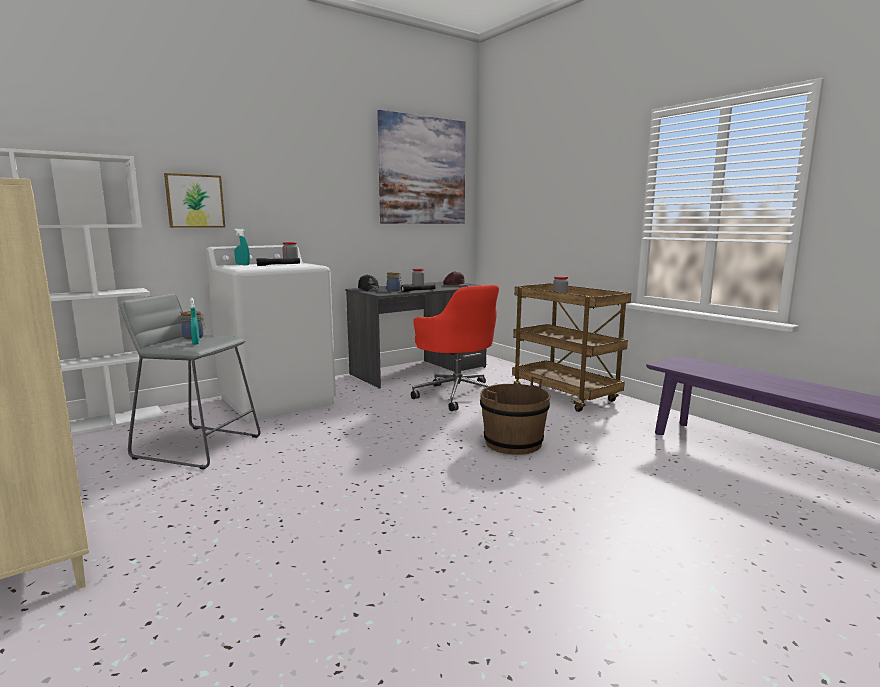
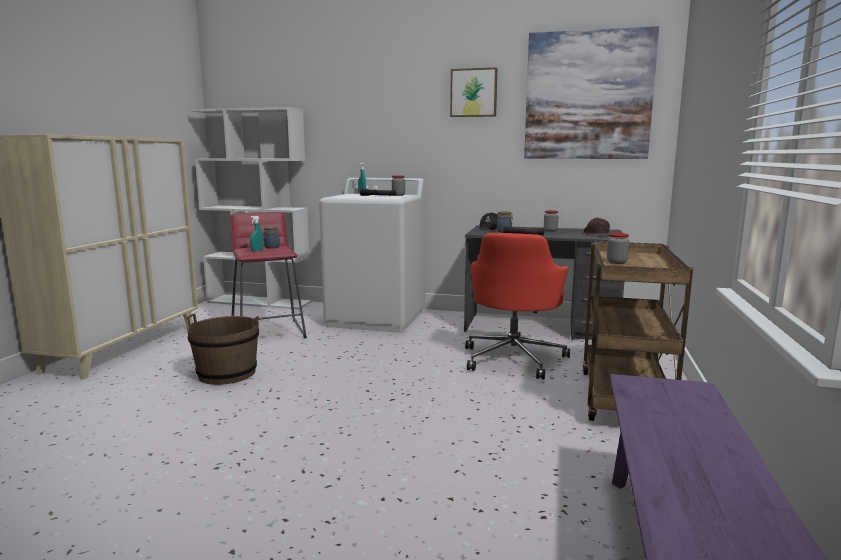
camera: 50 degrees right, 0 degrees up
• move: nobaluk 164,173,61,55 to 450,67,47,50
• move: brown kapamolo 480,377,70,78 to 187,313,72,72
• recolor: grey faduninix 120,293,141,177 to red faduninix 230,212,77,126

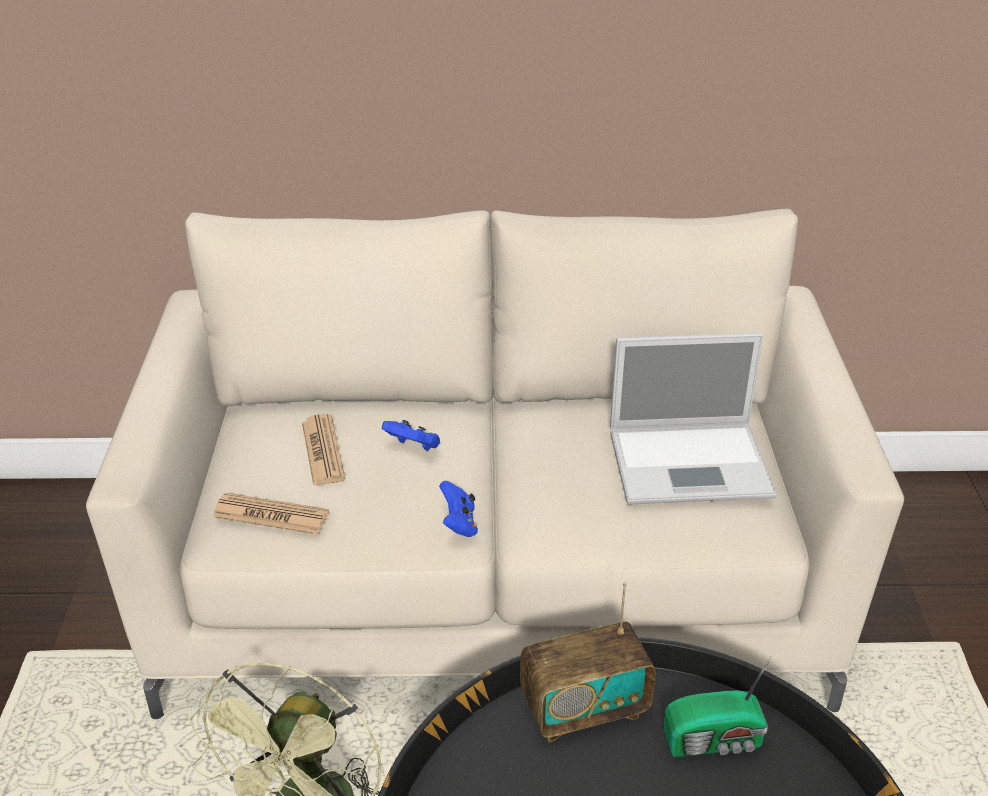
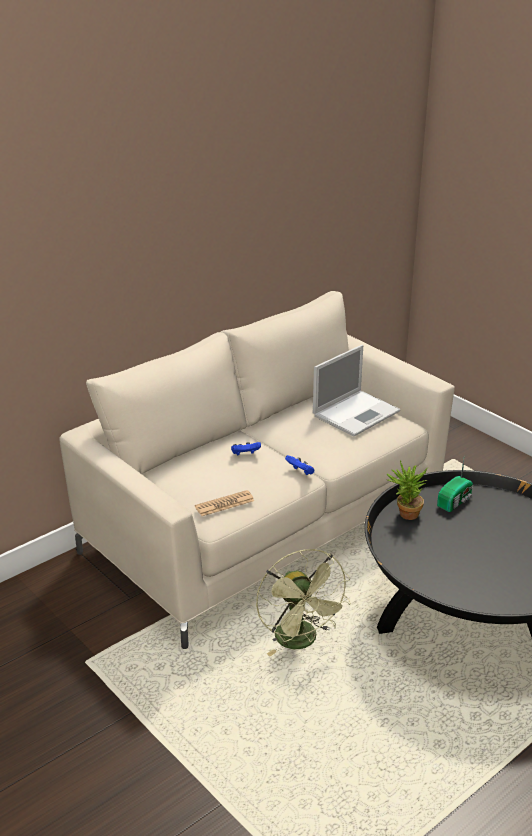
camera: 40 degrees left, 5 degrees down
• delete: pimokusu 302,414,43,72
• replace: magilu 520,582,135,160 to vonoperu 387,460,41,60

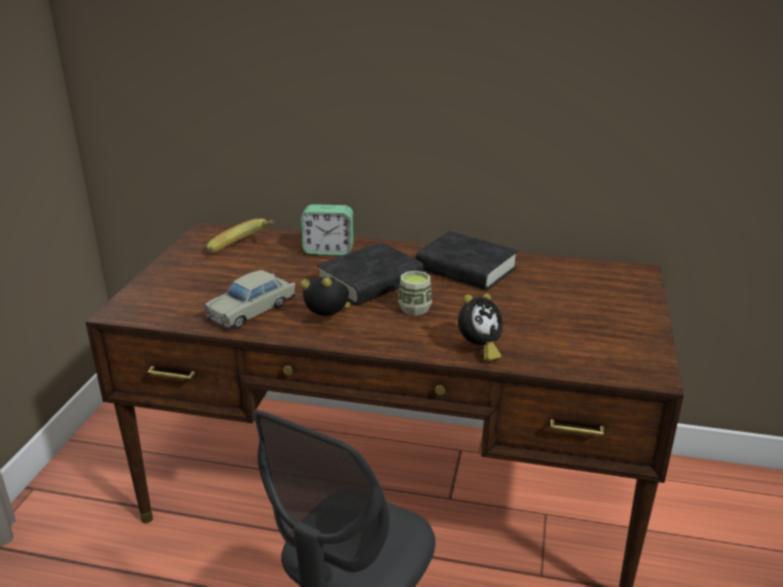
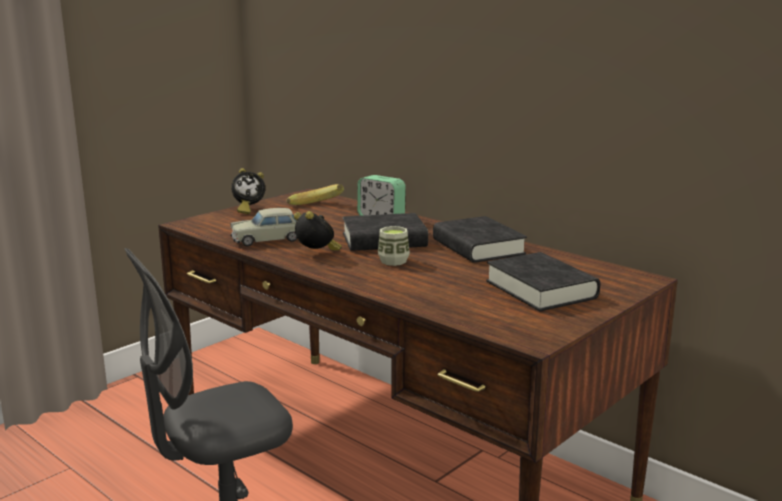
camera: 30 degrees right, 10 degrees down
• insert: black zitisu 486,252,114,59
• move: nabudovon 458,293,45,68 to 231,168,34,46

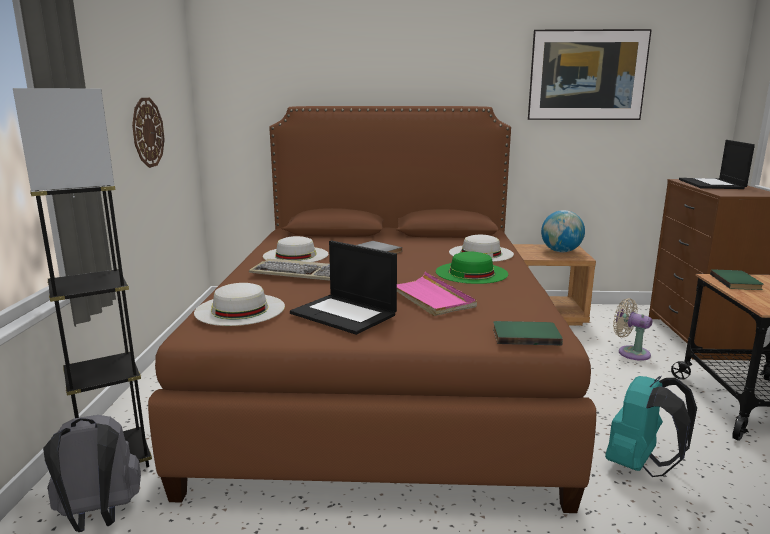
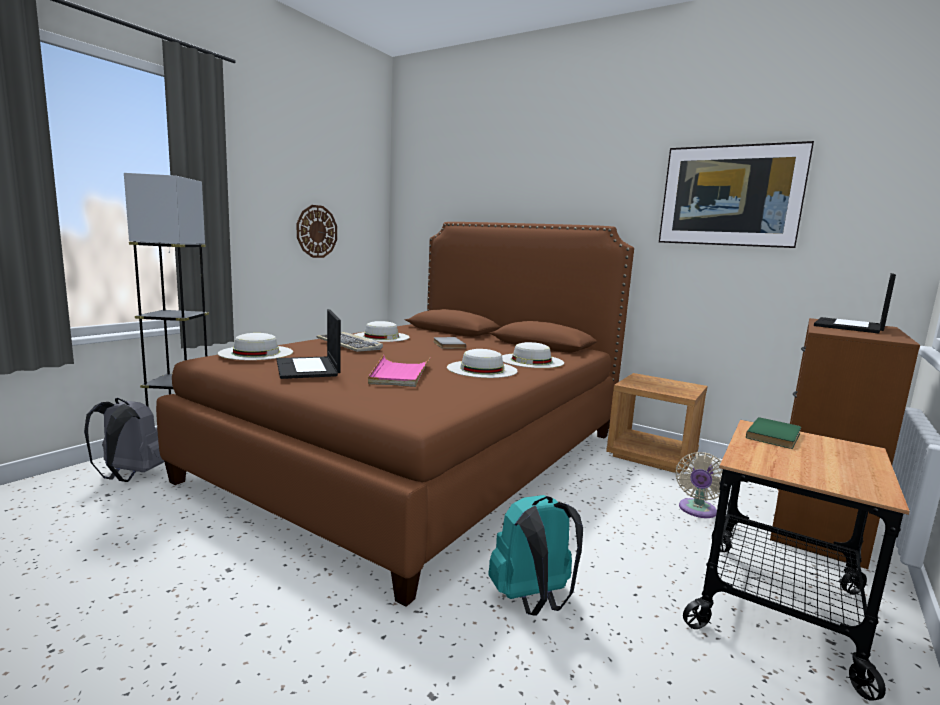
camera: 30 degrees right, 5 degrees down
• delete: green zitisu 493,321,70,25
• delete: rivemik 541,210,44,42
• recolor: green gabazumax 436,252,72,32 to white gabazumax 447,349,71,29
• rotate: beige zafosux 613,298,39,63 = 676,452,47,66 135 degrees counterclockwise

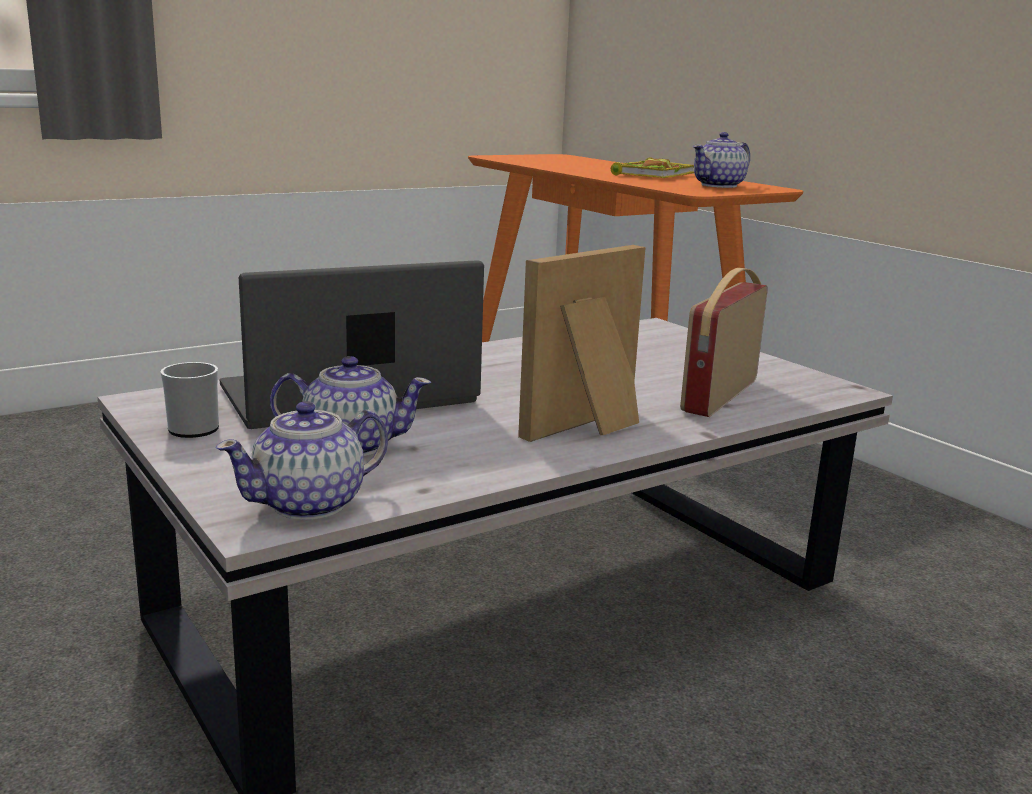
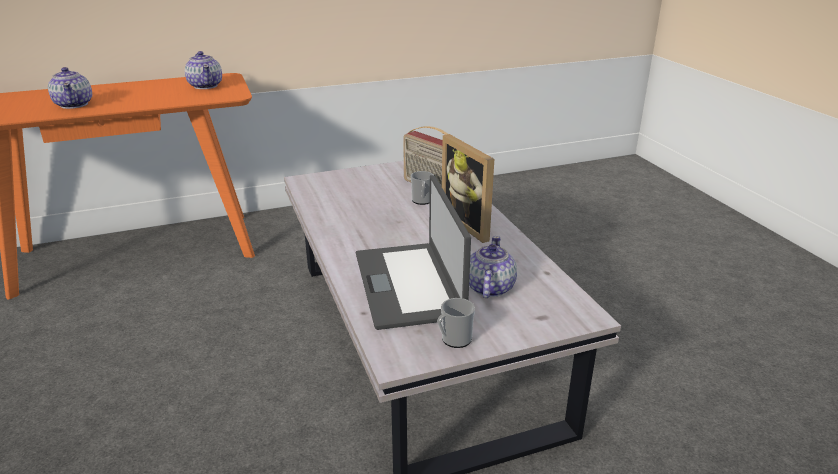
camera: 75 degrees left, 10 degrees up
• delete: zitisu 611,157,83,21
• insert: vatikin 411,171,23,34
• move: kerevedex 216,401,172,119 to 48,67,44,42

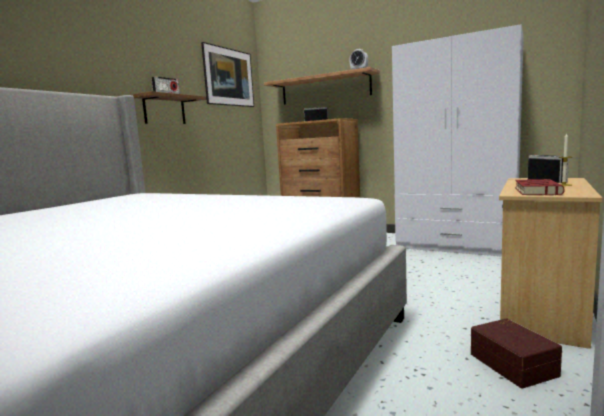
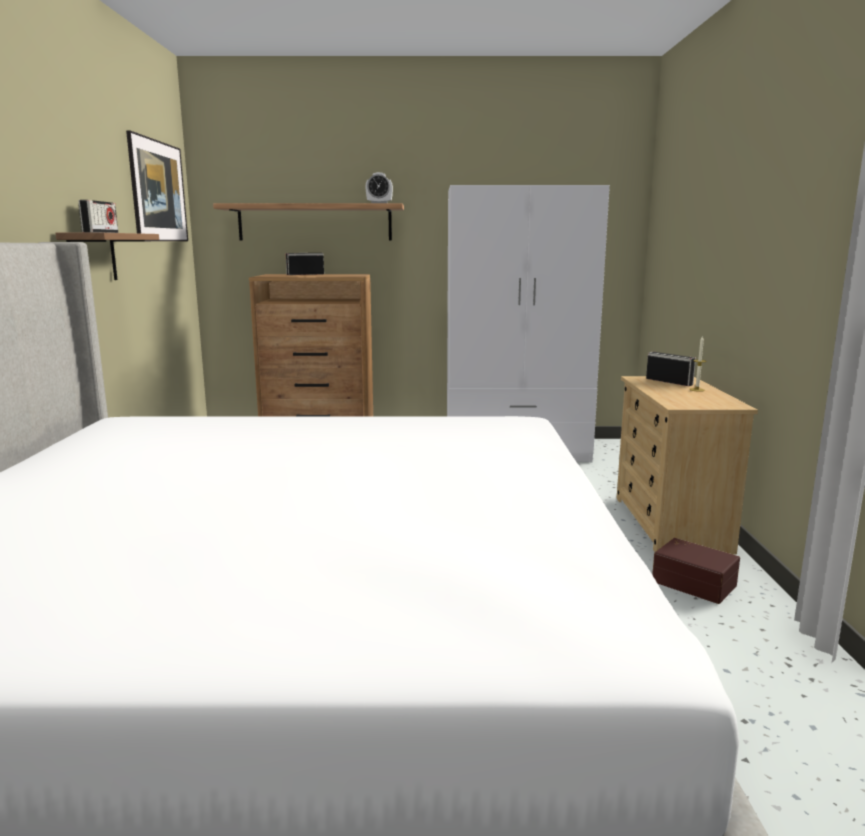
camera: 30 degrees left, 5 degrees up
• delete: red zitisu 515,179,50,16

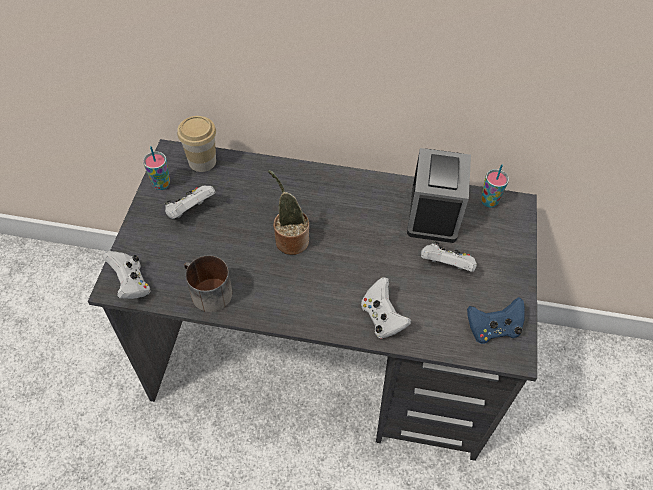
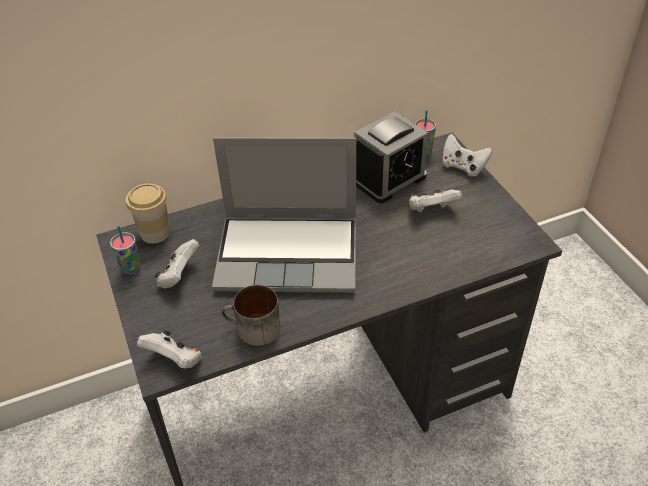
camera: 30 degrees left, 10 degrees down
• delete: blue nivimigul 467,297,58,47
• move: white nivimigul 361,277,50,62 to 442,134,51,43
• replace: vonoperu 268,170,41,85 to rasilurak 212,137,144,156
• rotate: nabudovon 407,148,64,95 = 354,111,74,93 75 degrees clockwise

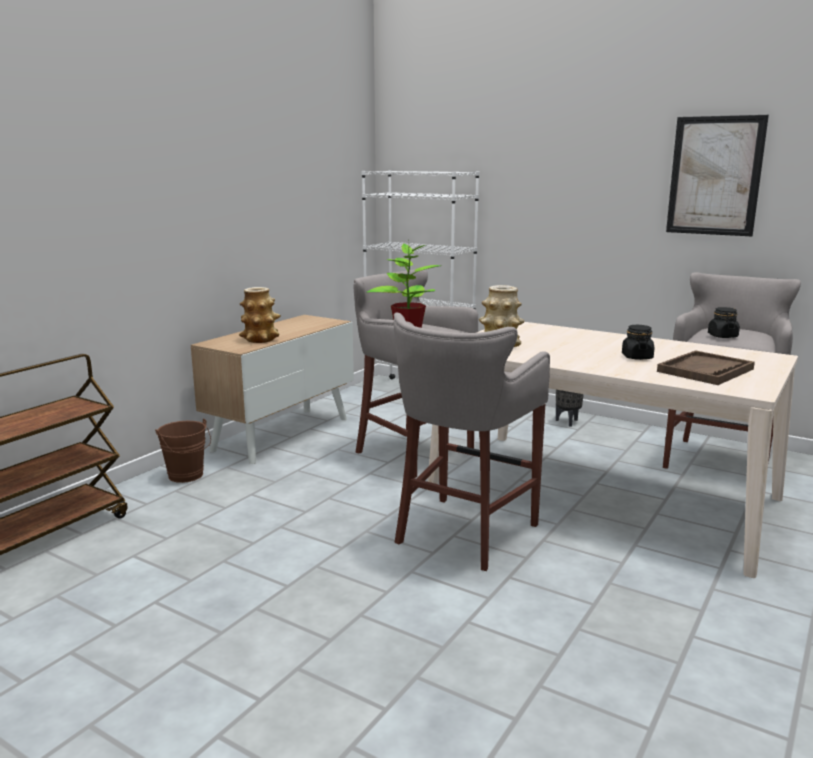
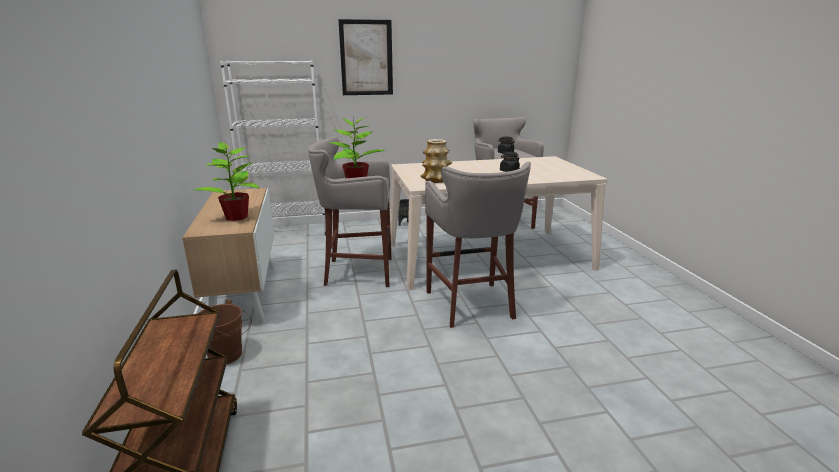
camera: 45 degrees left, 5 degrees up
• delete: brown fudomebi 657,350,98,35
• move: nobaluk 666,115,103,121 to 338,19,55,76
• replace: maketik 239,287,42,56 to vonoperu 194,142,65,79

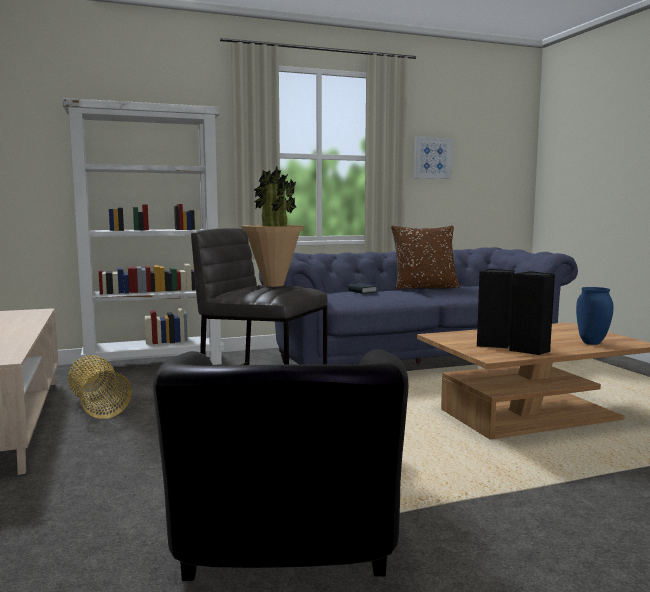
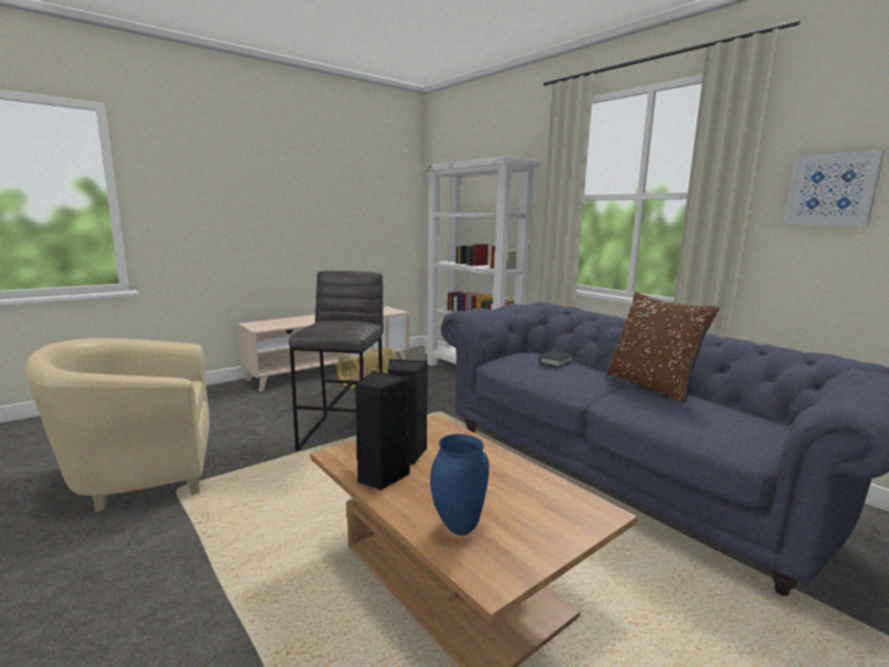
camera: 70 degrees right, 5 degrees up
• delete: vonoperu 241,166,64,121
• recolor: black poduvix 153,350,255,231 to beige poduvix 25,338,185,174

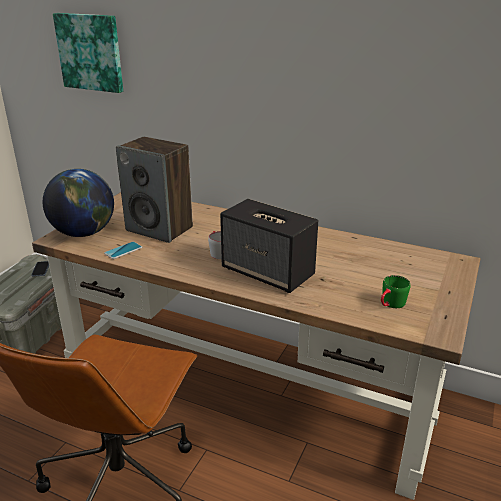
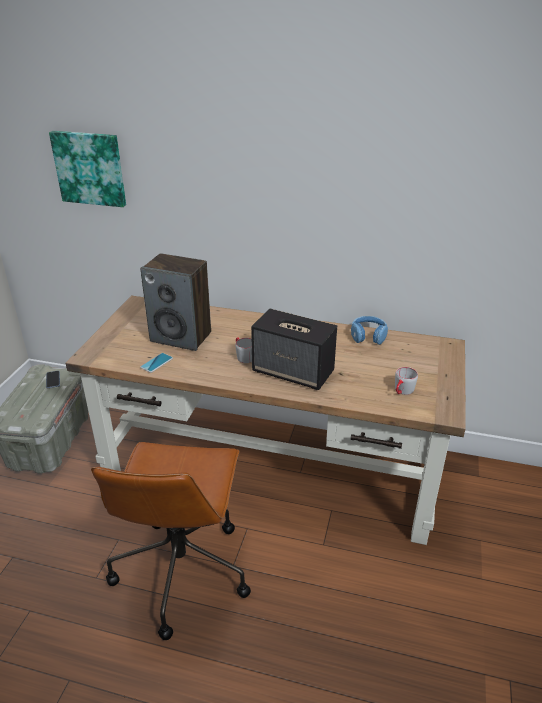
camera: 10 degrees left, 5 degrees up
• delete: rivemik 43,169,71,68
• insert: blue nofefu 351,316,37,29
• recolor: green vatikin 381,275,29,33 to grey vatikin 395,367,23,28

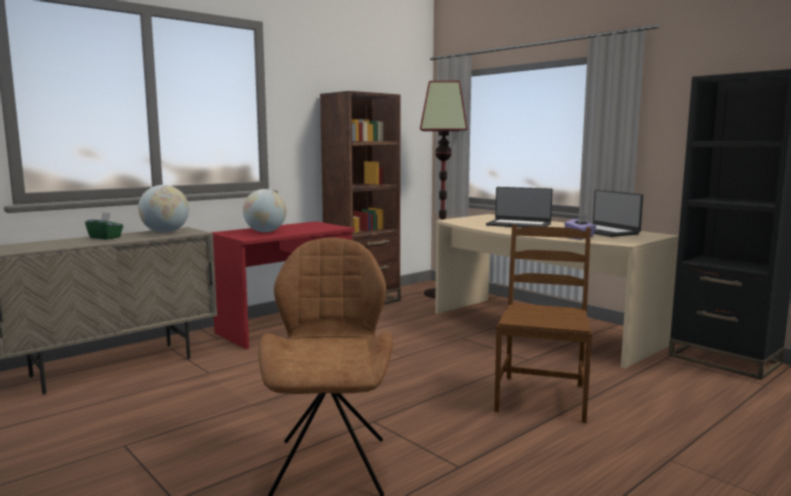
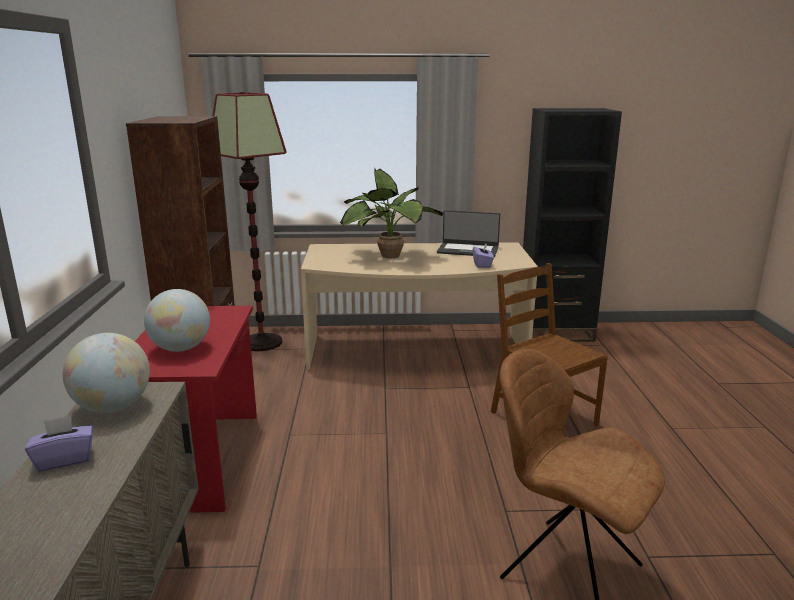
camera: 50 degrees left, 10 degrees up
• replace: rasilurak 486,187,67,41 to vonoperu 340,169,104,89
• recolor: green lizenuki 85,212,38,27 to purple lizenuki 25,416,68,56

